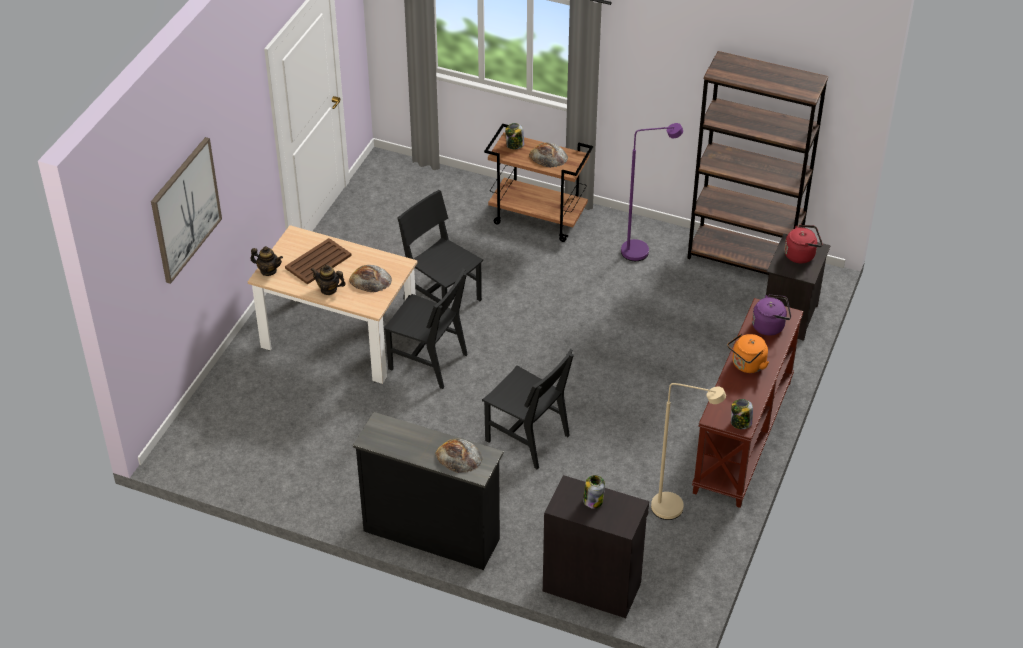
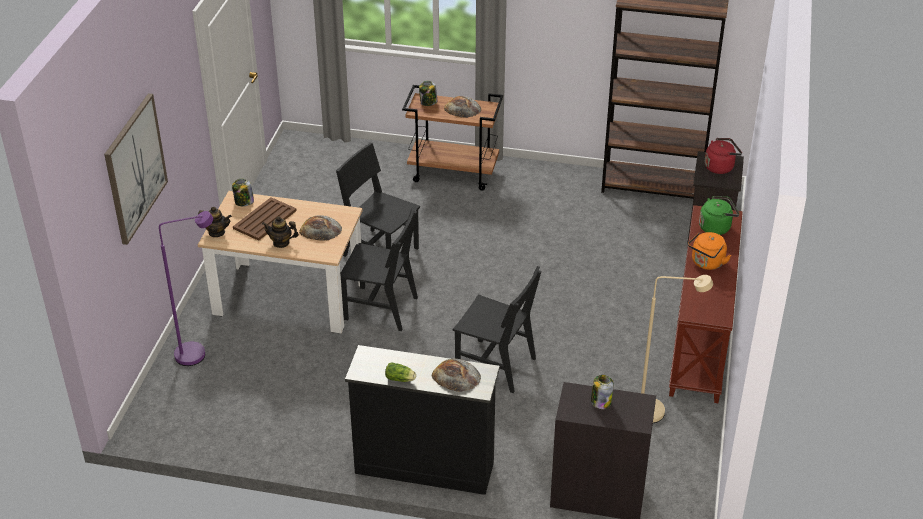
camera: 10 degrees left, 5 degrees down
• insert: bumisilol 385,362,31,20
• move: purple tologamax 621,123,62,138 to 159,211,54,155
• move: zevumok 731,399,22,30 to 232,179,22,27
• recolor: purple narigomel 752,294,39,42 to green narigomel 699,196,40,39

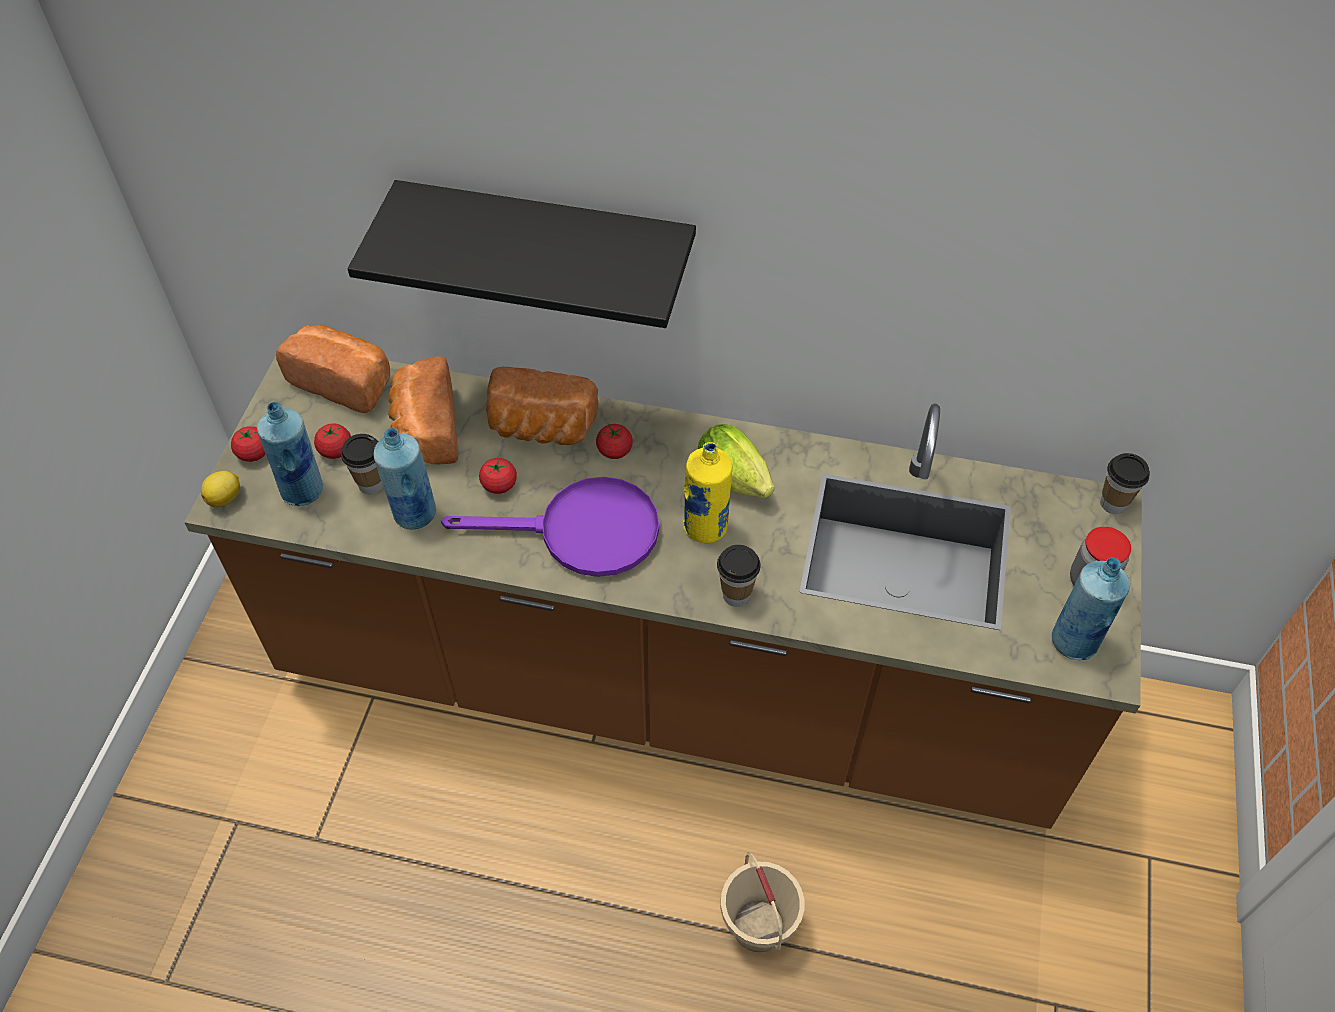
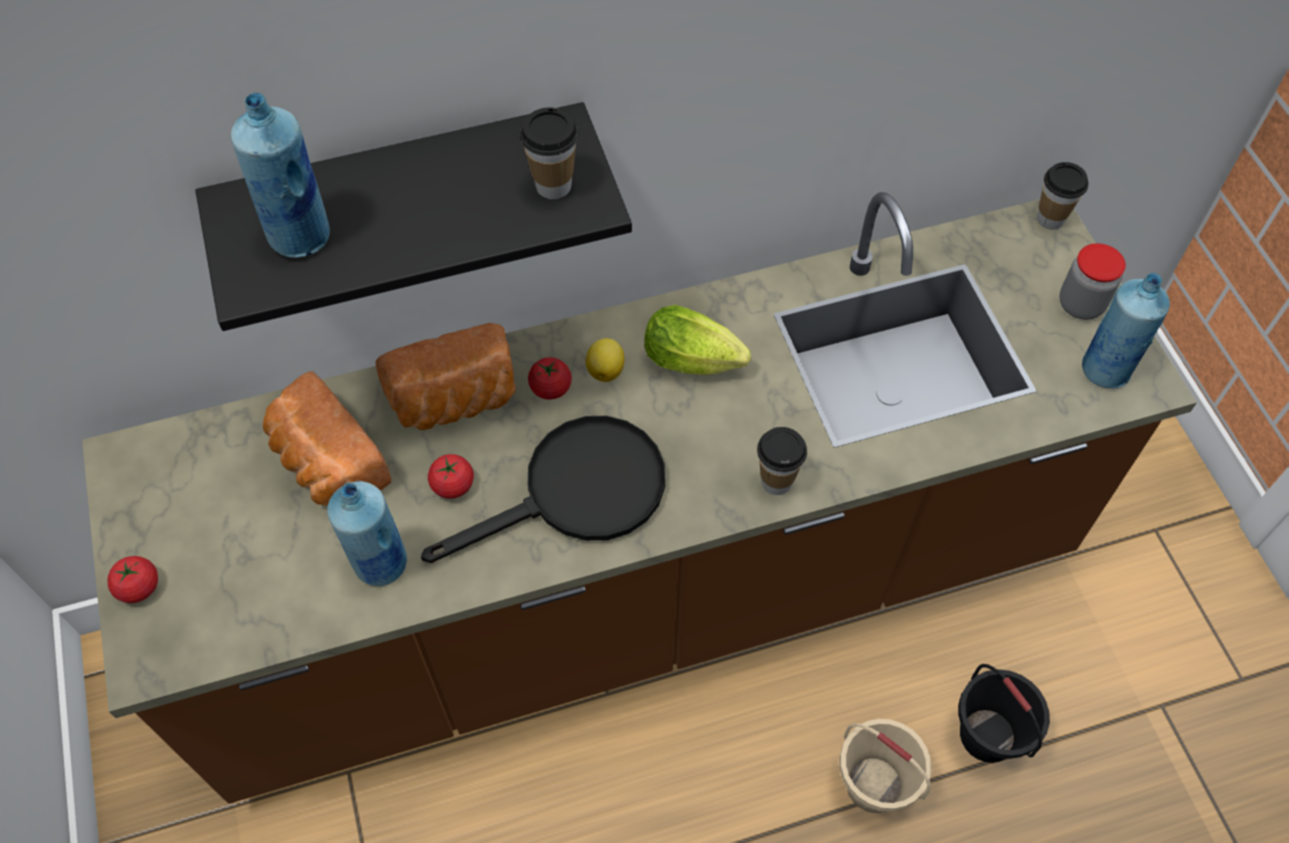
camera: 30 degrees left, 5 degrees up
• delete: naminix 276,325,114,88
• delete: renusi 314,424,37,35
• delete: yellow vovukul 683,442,49,101
• insert: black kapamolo 958,664,92,99
• move: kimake 201,471,39,37 to 586,338,38,44
• move: blue vovukul 257,402,66,104 to 231,93,99,165
• move: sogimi 341,434,42,60 to 520,107,59,92
• recolor: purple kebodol 441,477,218,100 to black kebodol 421,416,244,147

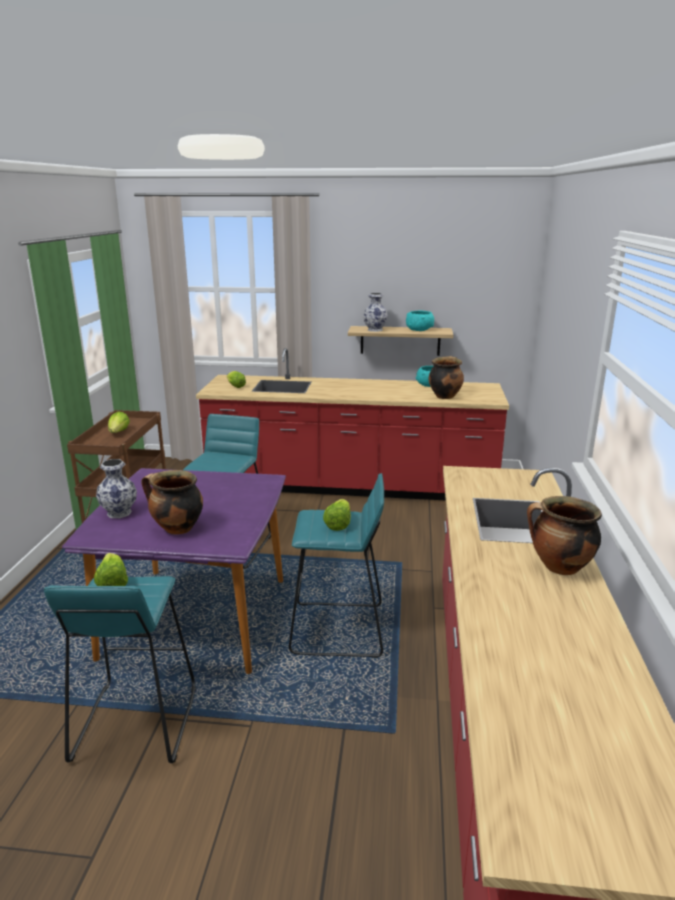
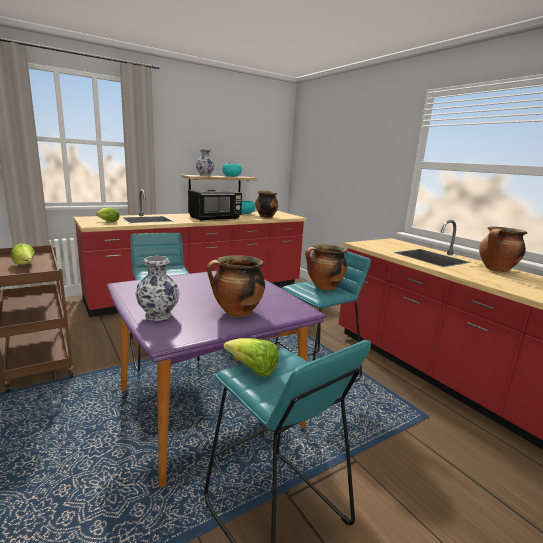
camera: 40 degrees left, 5 degrees down
• insert: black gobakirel 188,190,54,31
• replace: bumisilol 323,499,28,32 to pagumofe 305,245,42,45

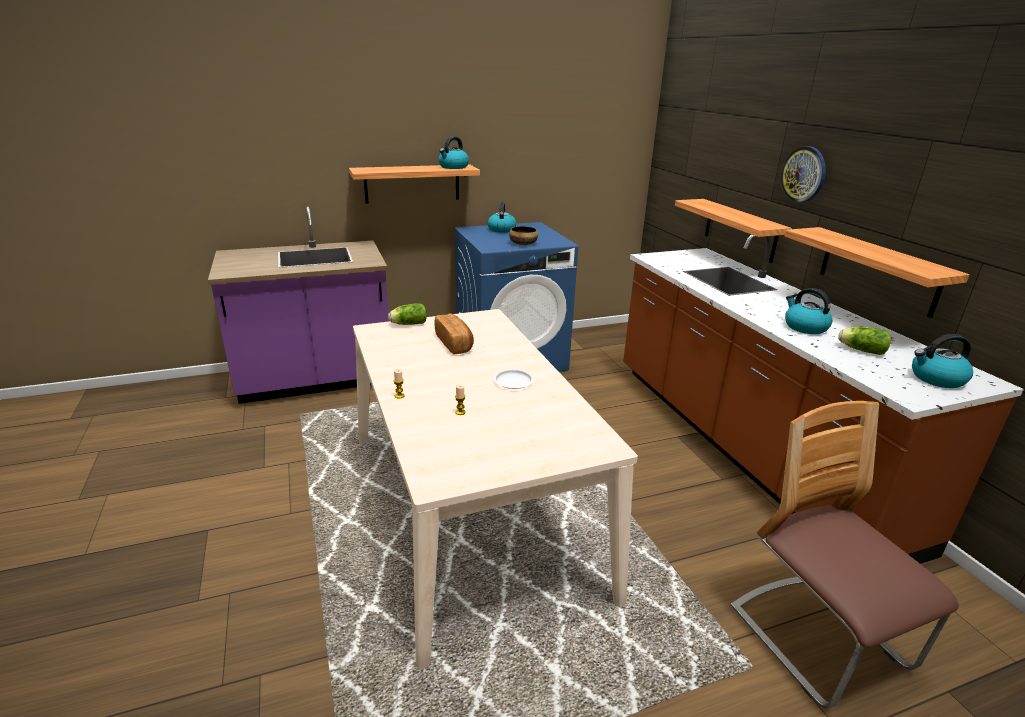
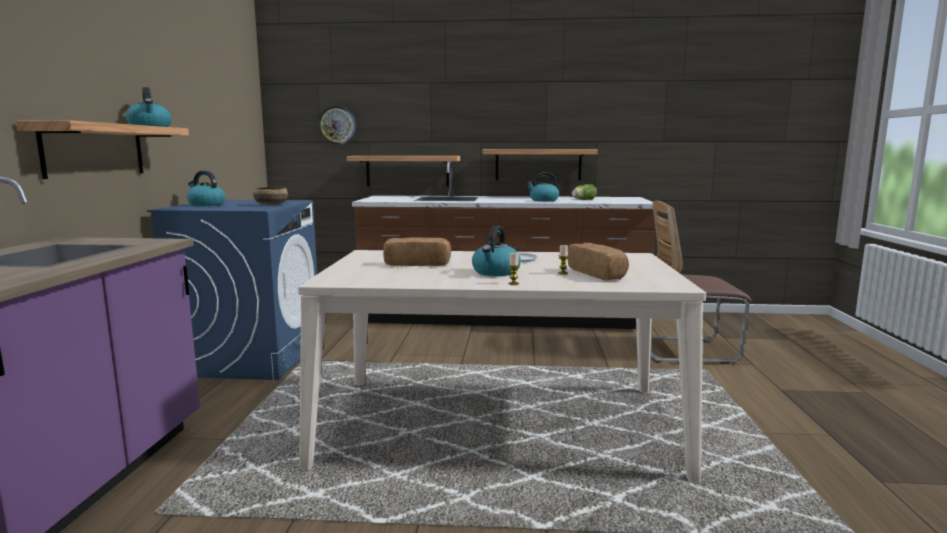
camera: 65 degrees left, 15 degrees down
• delete: bumisilol 388,303,39,22
• insert: naminix 568,243,61,37
• move: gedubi 780,146,46,56 to 318,106,38,39
• move: narigomel 912,334,61,54 to 472,226,49,50

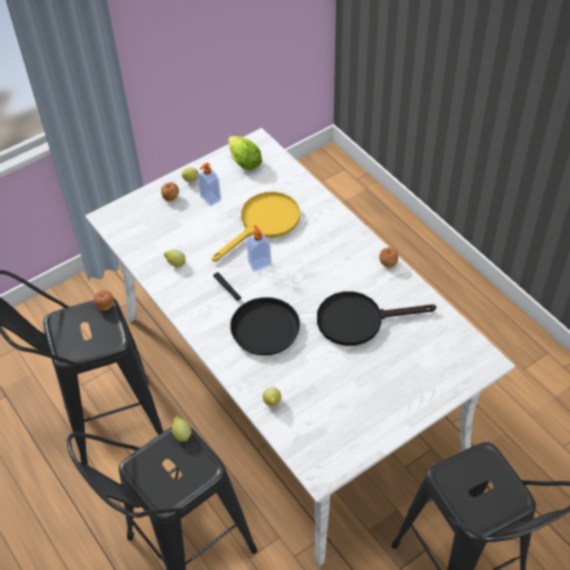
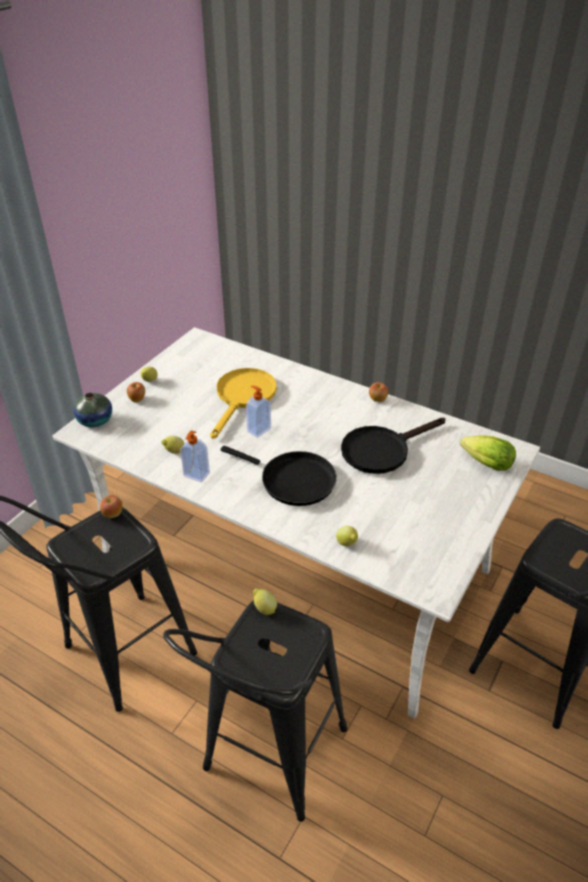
camera: 25 degrees left, 10 degrees down
• insert: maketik 73,392,39,35
• move: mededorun 197,163,24,43 to 180,430,30,52
• move: bumisilol 228,136,34,34 to 460,435,56,36

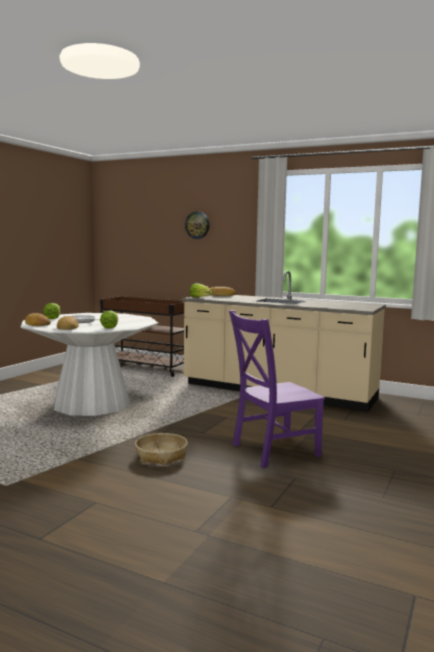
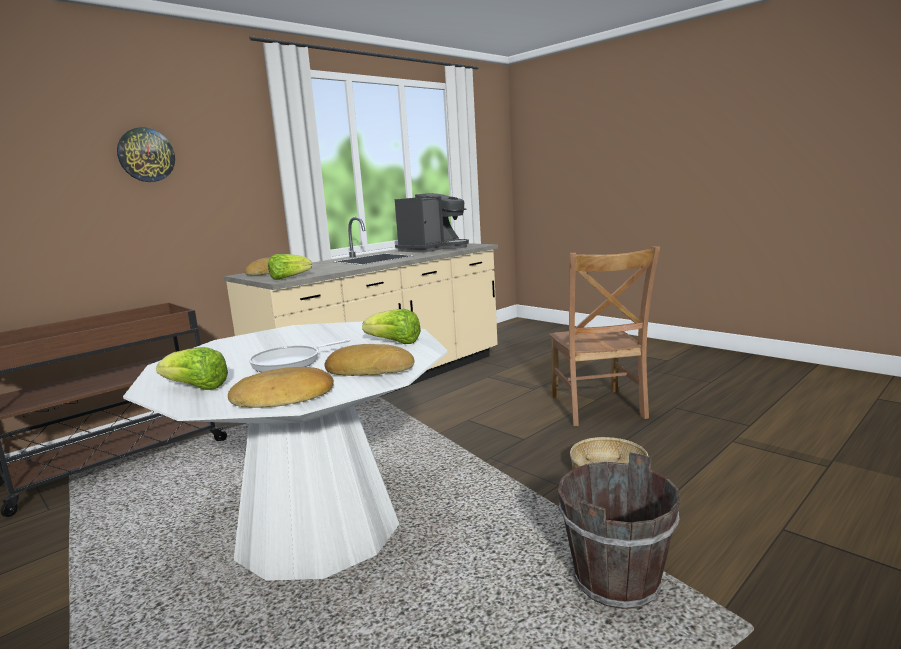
camera: 70 degrees left, 5 degrees up
• insert: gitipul 395,193,74,60
• insert: brown kapamolo 558,452,123,157
• recolor: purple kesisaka 229,310,96,158 to brown kesisaka 549,246,111,180

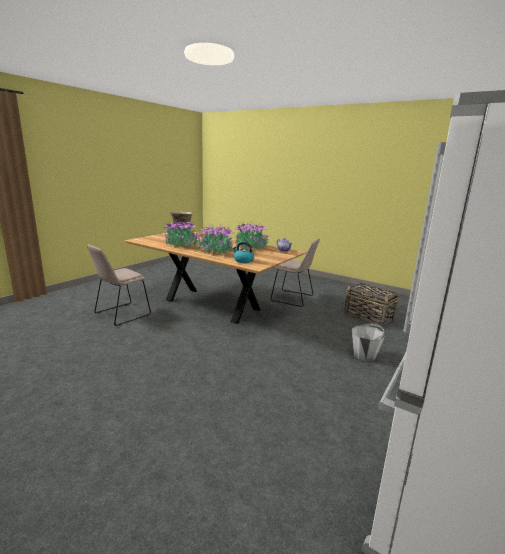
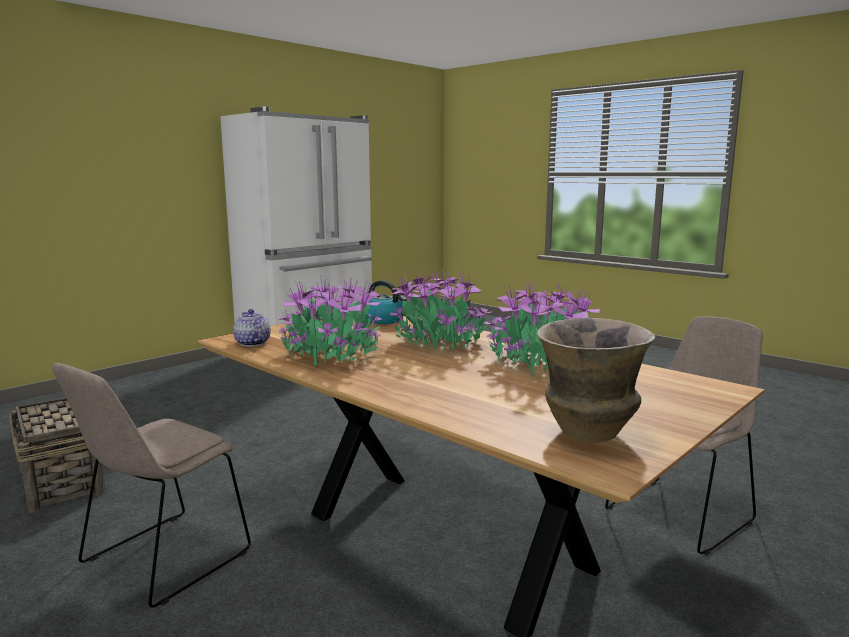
camera: 170 degrees left, 5 degrees down
• delete: grey kapamolo 352,323,33,38
• rotate: beige kesisaka 271,238,49,69 = 52,363,199,245 90 degrees counterclockwise

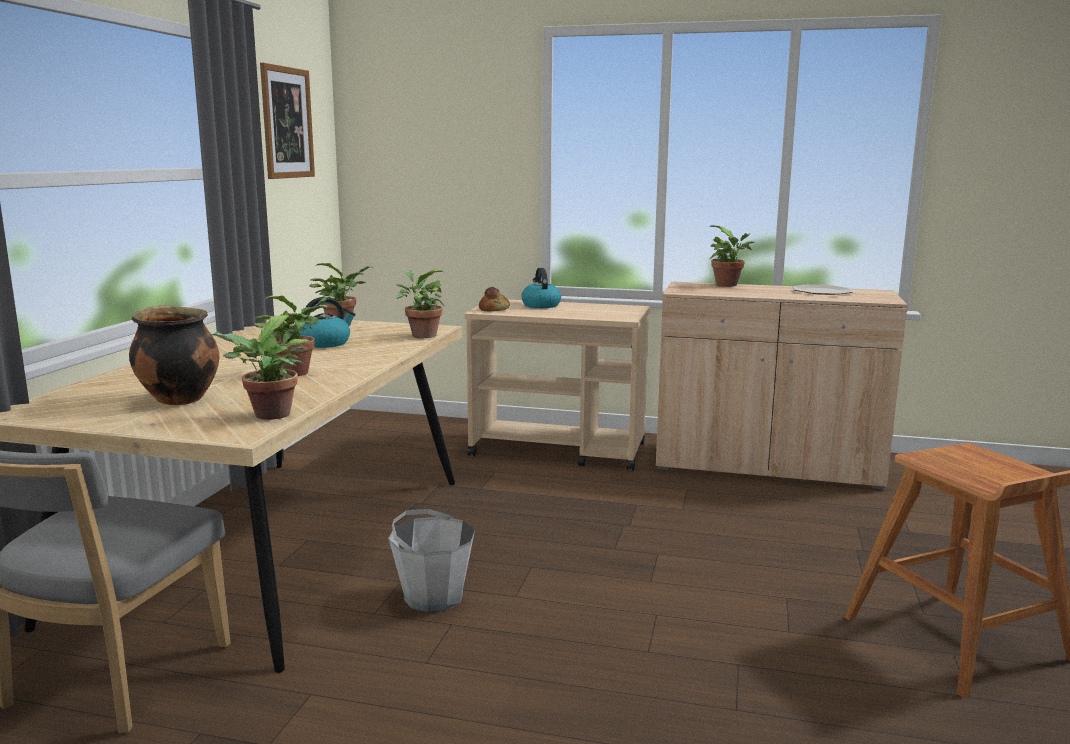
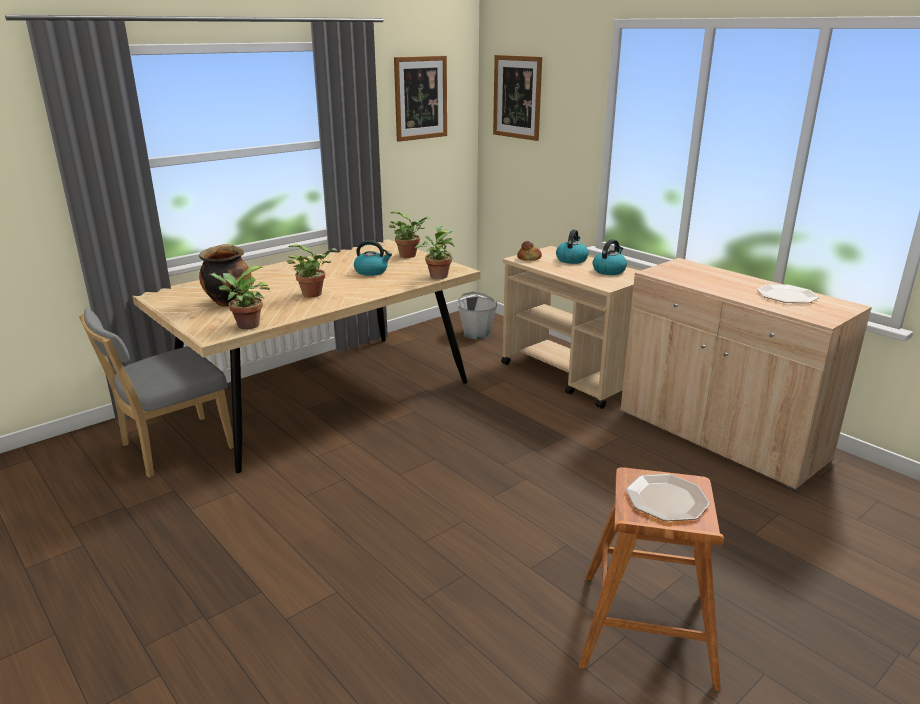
camera: 35 degrees right, 10 degrees up
• delete: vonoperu 709,225,46,62
• insert: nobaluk 493,55,49,86
• insert: narigomel 593,239,34,36
• insert: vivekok 626,474,84,47
• move: grey kapamolo 389,509,86,104 to 458,292,39,48

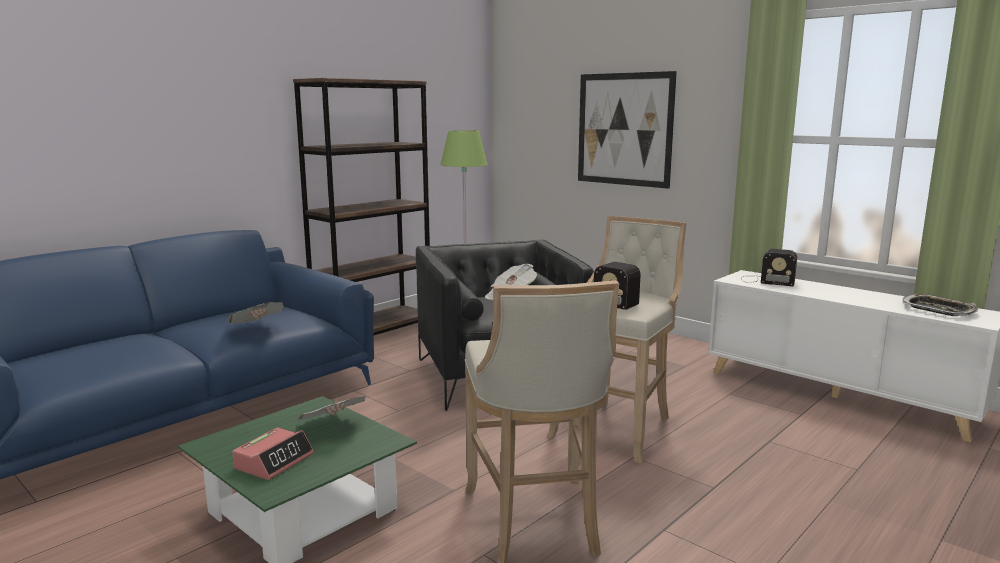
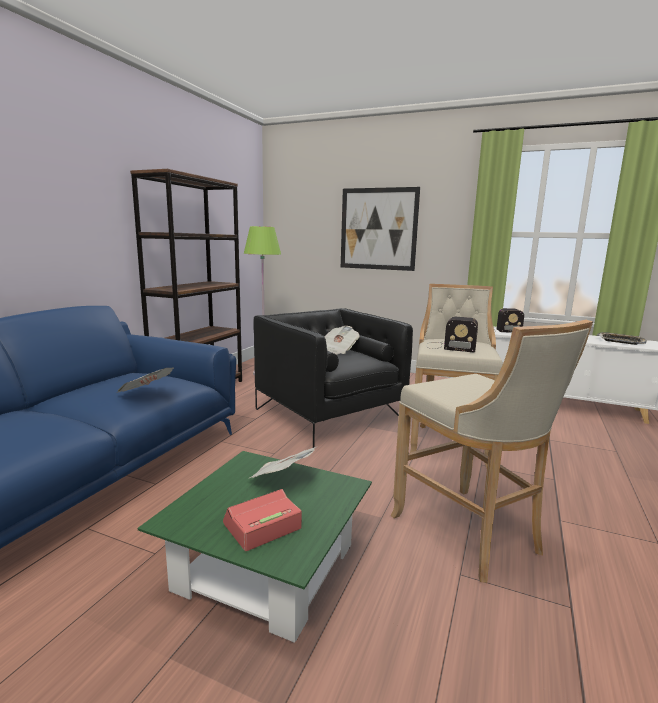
camera: 20 degrees left, 0 degrees up
• rotate: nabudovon 232,427,82,53 = 223,489,79,62 135 degrees counterclockwise

